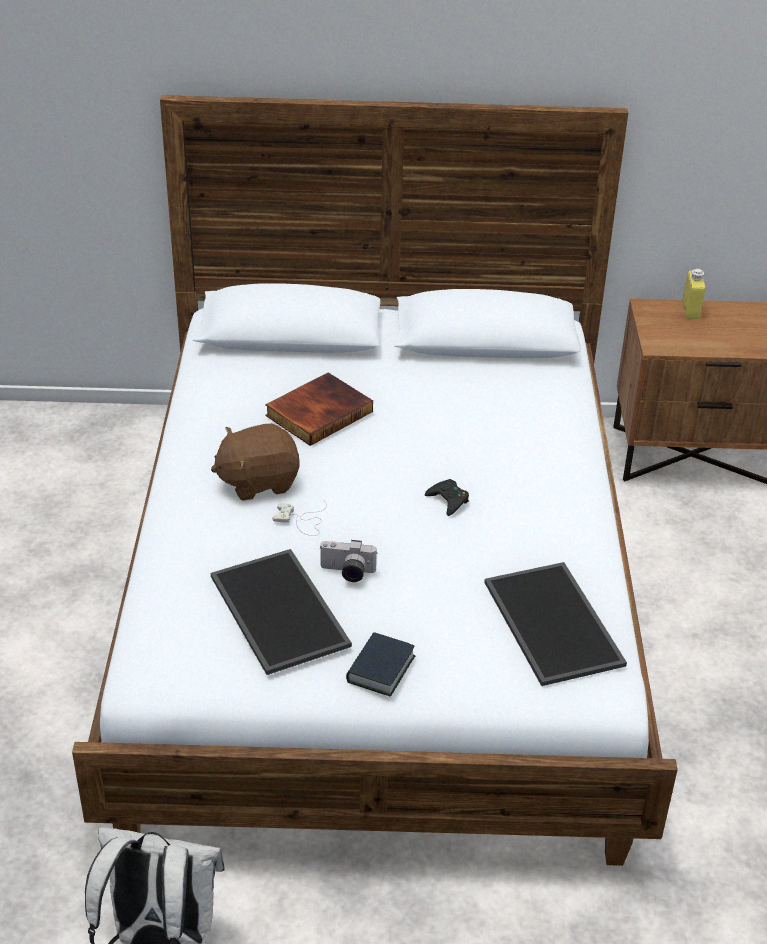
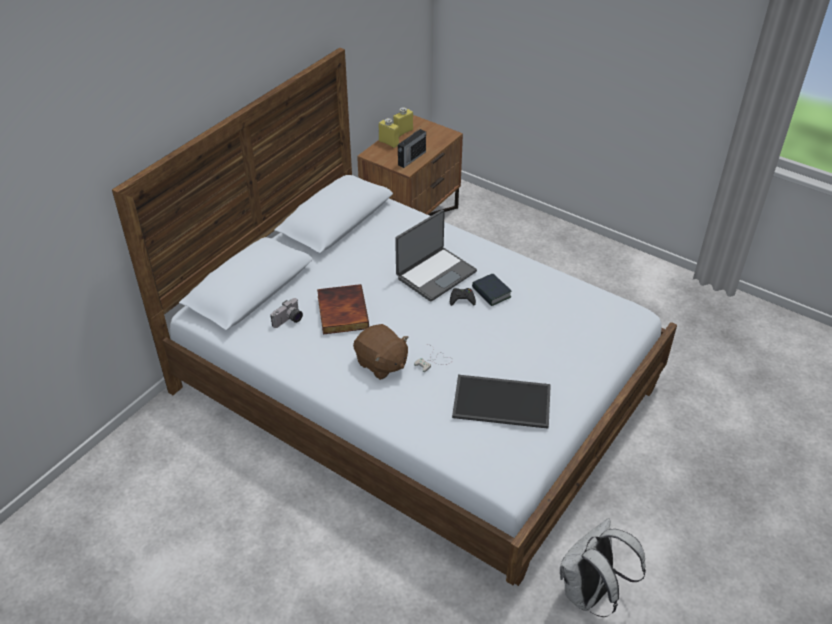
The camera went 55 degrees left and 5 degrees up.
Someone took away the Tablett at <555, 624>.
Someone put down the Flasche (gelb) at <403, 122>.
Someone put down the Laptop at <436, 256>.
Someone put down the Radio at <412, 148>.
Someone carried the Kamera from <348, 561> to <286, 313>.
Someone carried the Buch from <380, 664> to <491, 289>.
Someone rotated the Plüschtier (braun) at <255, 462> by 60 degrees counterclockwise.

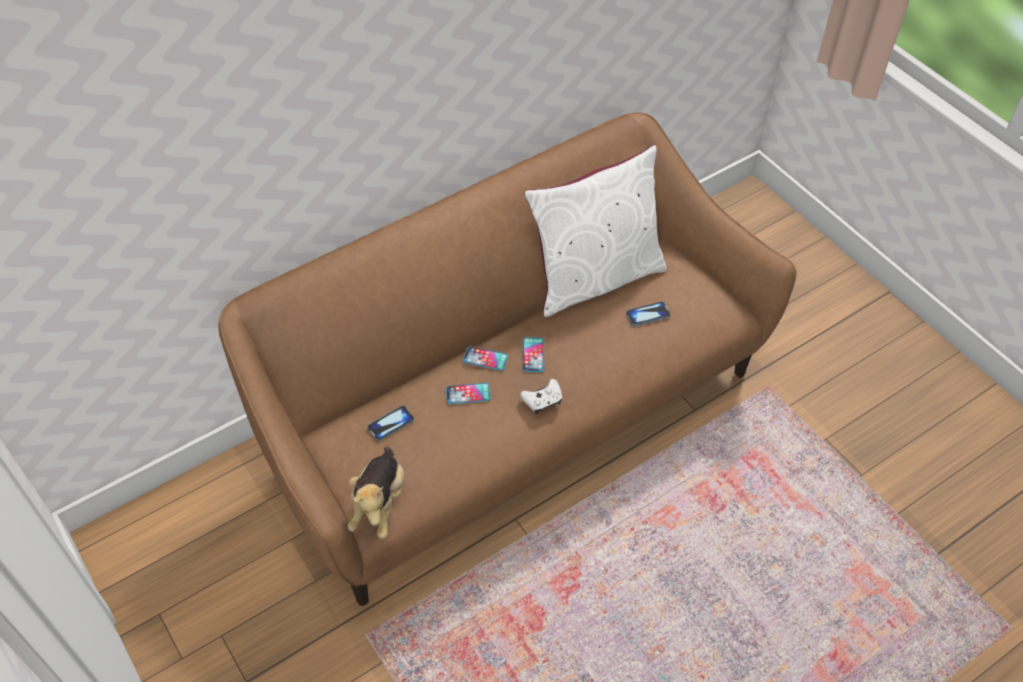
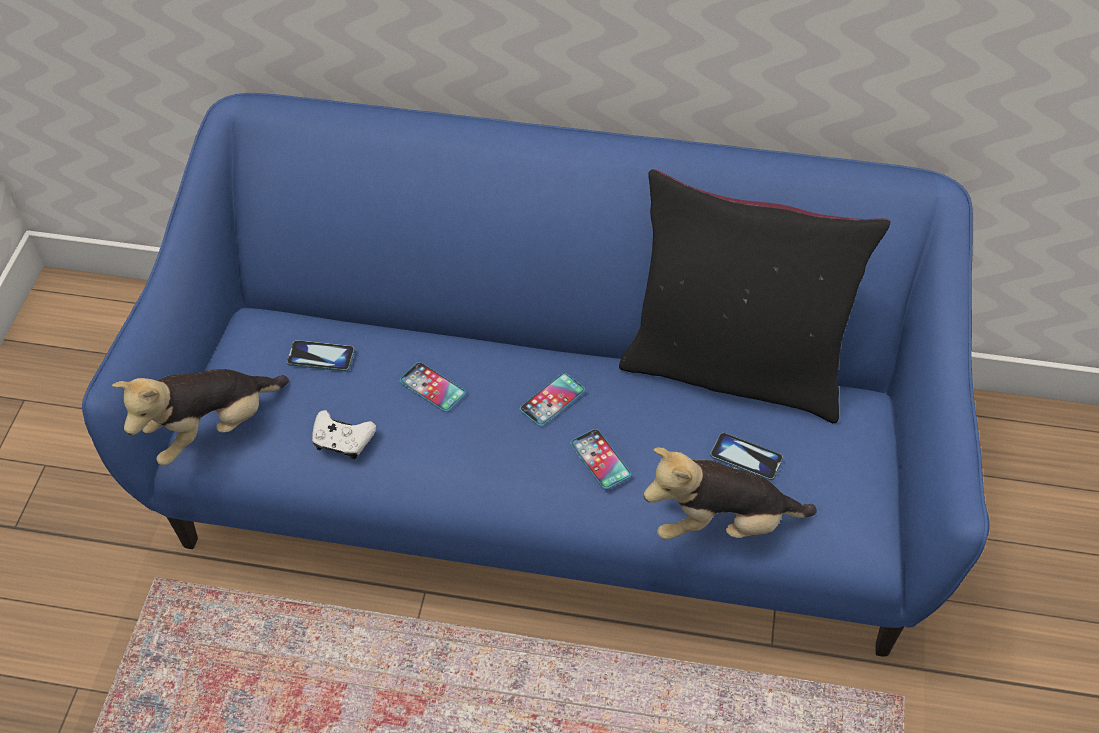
The camera went 45 degrees right and 0 degrees up.
Someone put down the Plüschtier at <730, 493>.
Someone carried the Handy from <485, 358> to <601, 459>.
Someone carried the Gamepad (weiß) from <541, 396> to <344, 434>.
Someone repainted the Sofa (braun) at <507, 359>, which became the Sofa (blau) at <536, 375>.
Someone repainted the Kissen (weiß) at <595, 231>, which became the Kissen (schwarz) at <754, 296>.

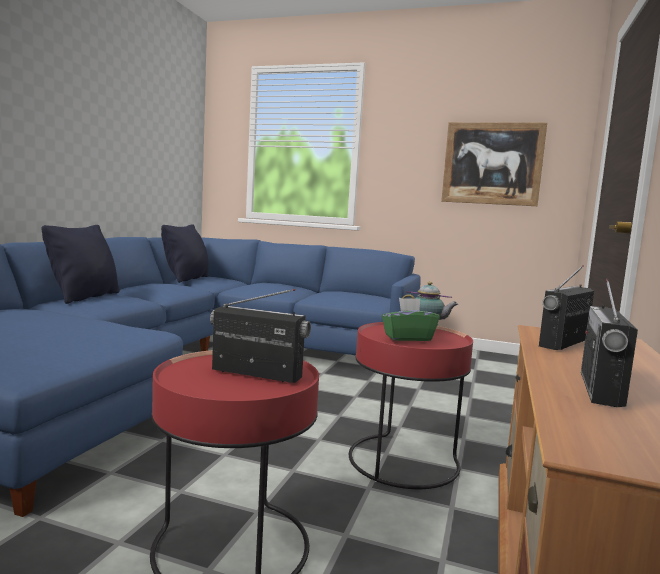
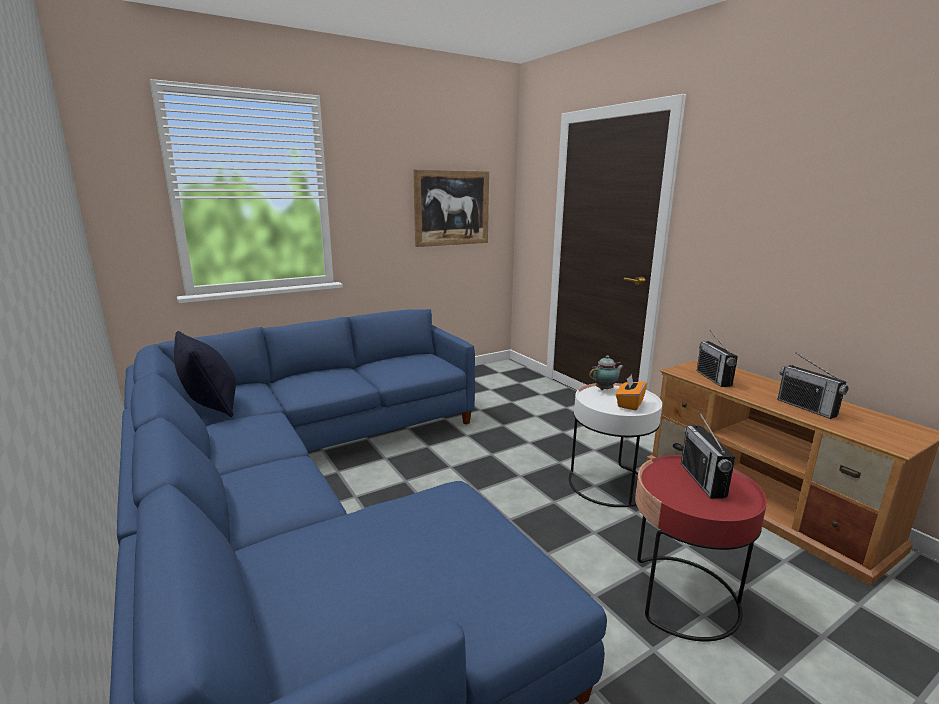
The camera went 50 degrees left and 10 degrees up.
Someone took away the Kissen (schwarz) at <81, 264>.
Someone repainted the Beistelltisch (rot) at <411, 405>, which became the Beistelltisch (weiß) at <615, 445>.
Someone repainted the Taschentuchbox (grün) at <411, 319>, which became the Taschentuchbox (orange) at <631, 392>.
Someone rotated the Radio at <260, 336> by 60 degrees counterclockwise.

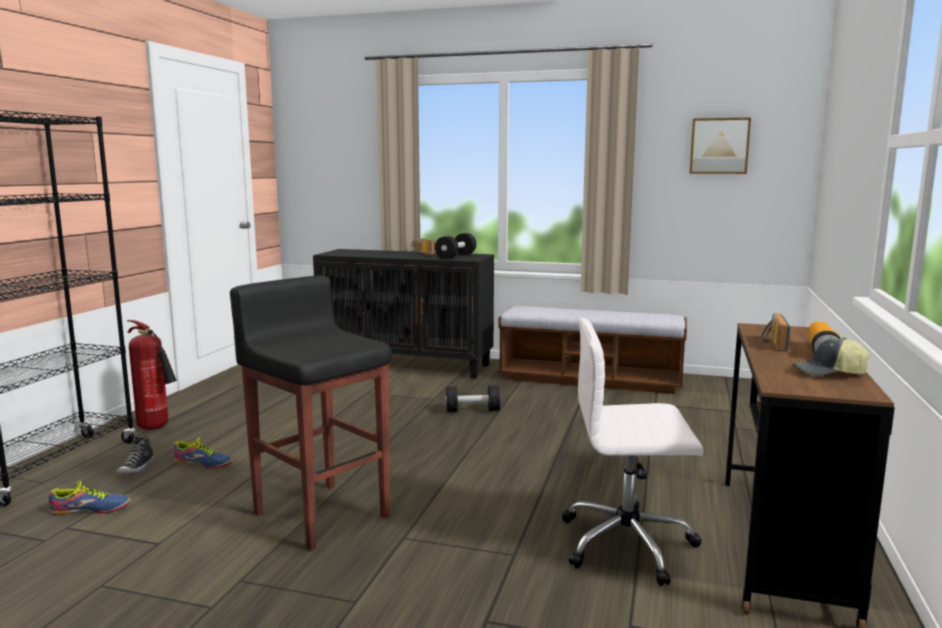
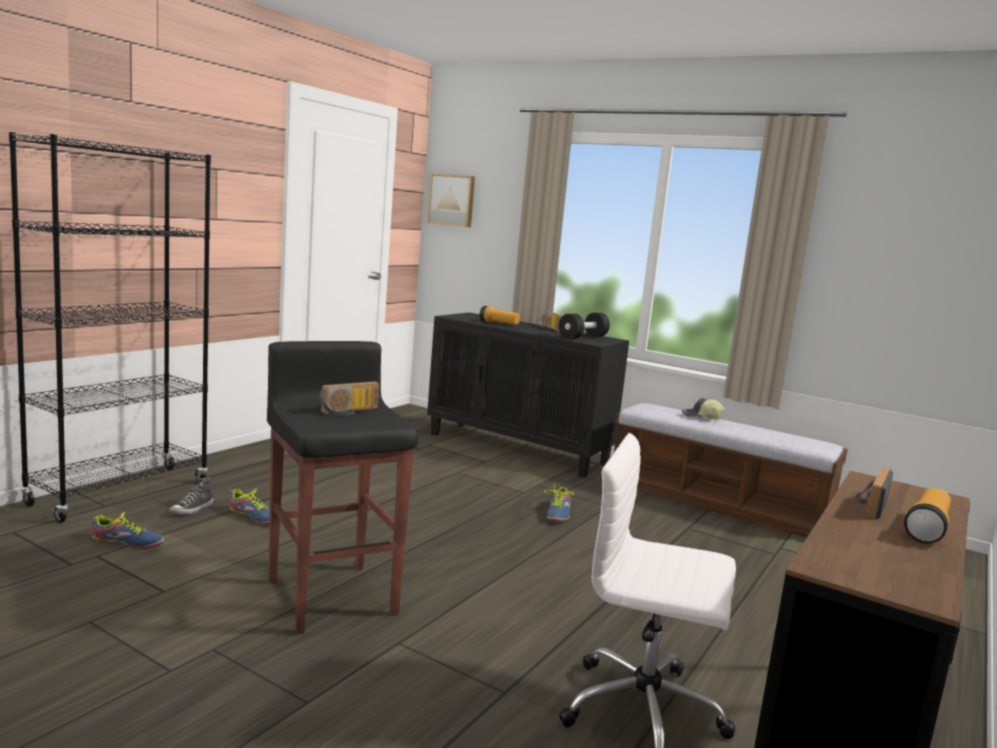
The camera went 15 degrees right and 0 degrees up.
Someone took away the Feuerlöscher at <152, 375>.
Someone put down the Radio at <349, 398>.
Someone put down the Taschenlampe at <500, 315>.
Someone carried the Bild from <720, 145> to <451, 200>.
Someone carried the Kappe from <831, 356> to <703, 409>.
Someone swapped the Hantel (schwarz) at <473, 398> for the Schuh at <559, 503>.

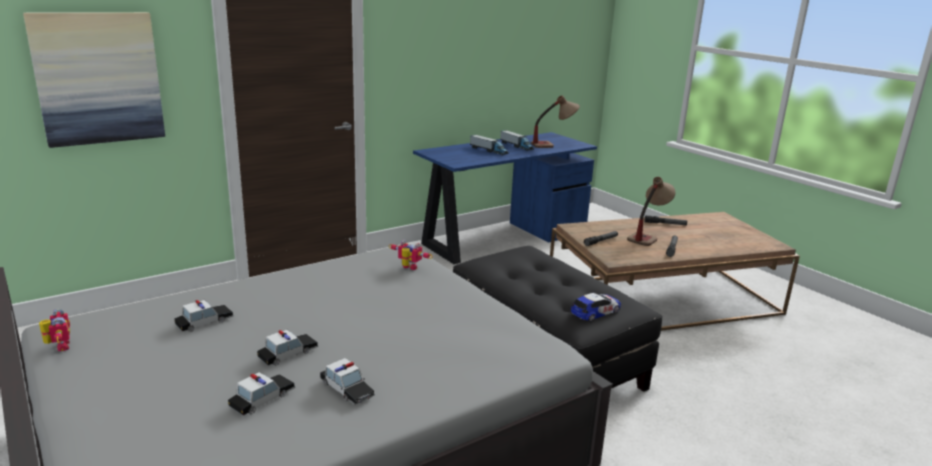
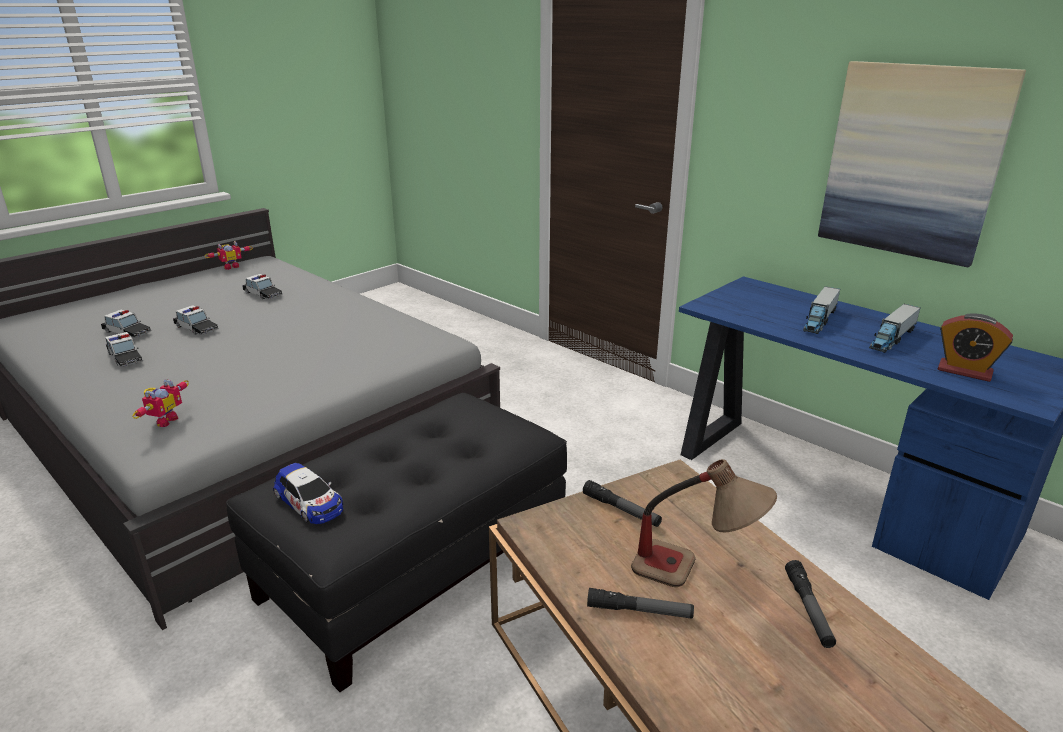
The camera went 80 degrees right and 5 degrees up.
Someone carried the Bild from <94, 80> to <922, 164>.
Someone carried the Spielzeugroboter from <411, 255> to <160, 403>.
Someone swapped the Tischlampe at <555, 121> for the Wecker at <975, 347>.
Someone rotated the Spielzeugauto at <347, 381> by 75 degrees counterclockwise.

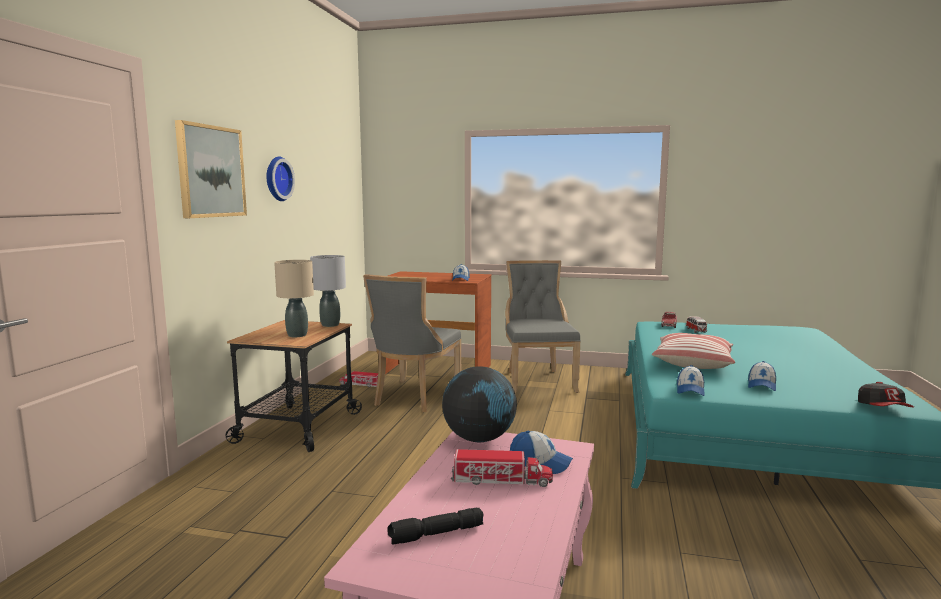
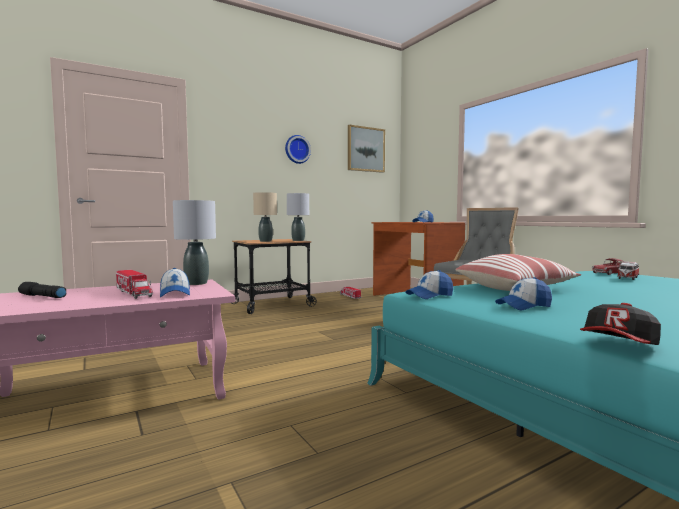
The camera went 45 degrees right and 5 degrees down.
Someone took away the Stuhl (grau) at <412, 343>.
Someone carried the Bild from <211, 169> to <366, 149>.
Someone swapped the Globus at <479, 404> for the Tischlampe (grau) at <194, 242>.

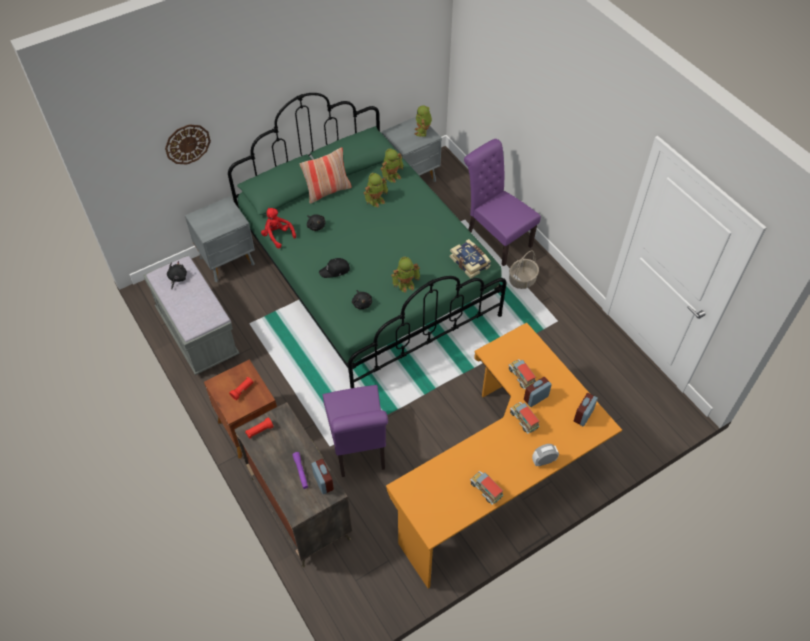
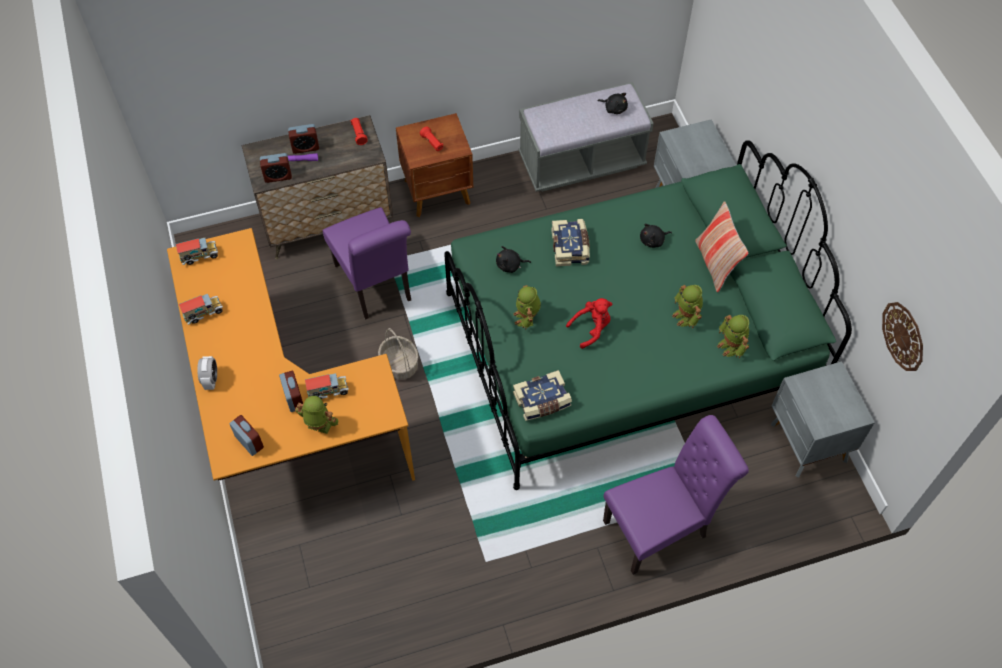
The camera went 105 degrees right and 5 degrees up.
Someone put down the Wecker at <303, 139>.
Someone carried the Wanduhr from <188, 144> to <902, 336>.
Someone carried the Plüschtier (rot) from <278, 228> to <589, 323>.
Someone carried the Spielzeugroboter from <423, 121> to <316, 415>.
Someone carried the Korb from <524, 269> to <398, 354>.
Someone carried the Spielzeuglaster from <525, 418> to <197, 251>.
Someone swapped the Kappe (schwarz) at <334, 268> for the Buch at <570, 242>.
Someone rotated the Stuhl (lila) at <355, 431> by 120 degrees counterclockwise.

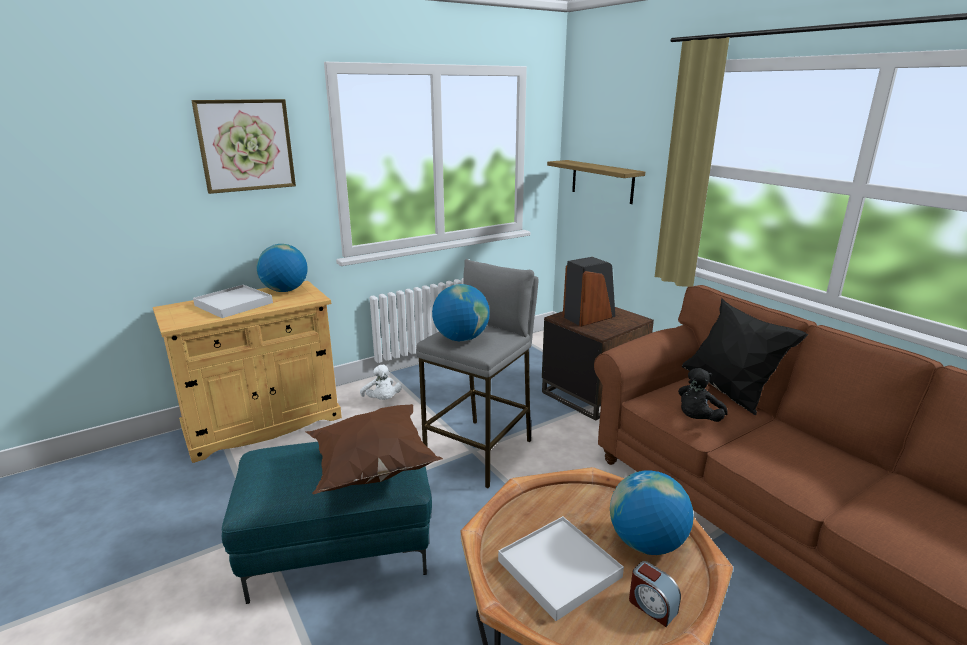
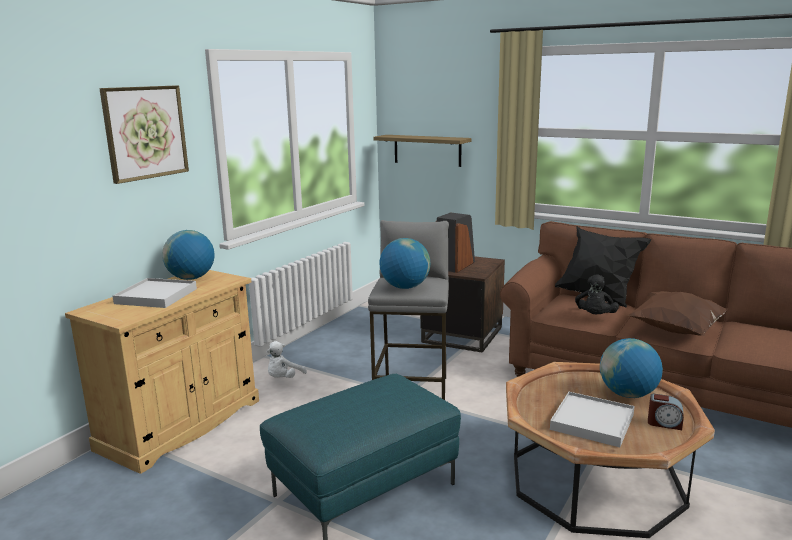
The camera went 25 degrees left and 5 degrees down.
Someone carried the Kissen (braun) from <374, 449> to <676, 313>.
Someone rotated the Plüschtier (weiß) at <381, 382> by 90 degrees clockwise.

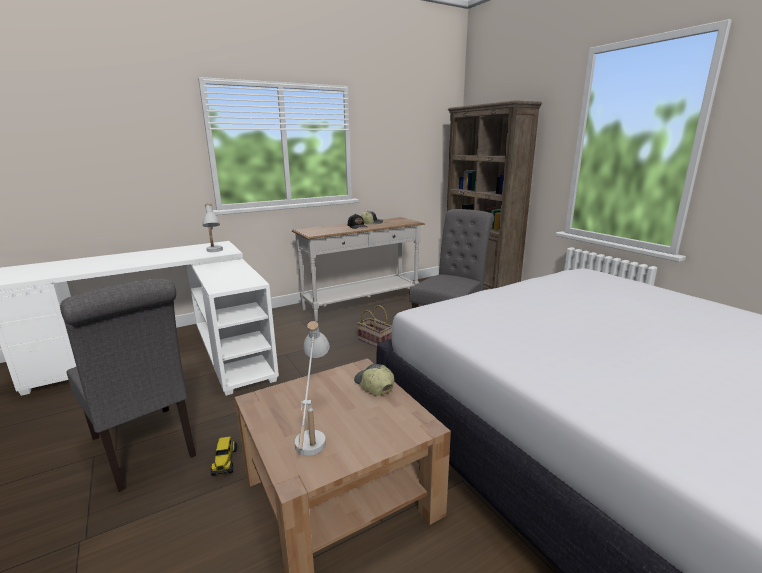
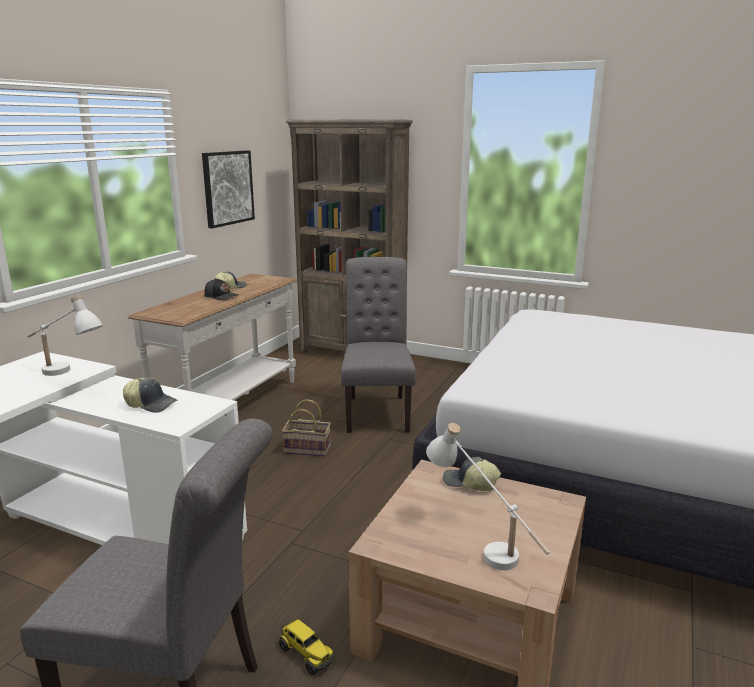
The camera went 35 degrees left and 0 degrees up.
Someone put down the Kappe at <150, 395>.
Someone put up the Bild at <228, 189>.

